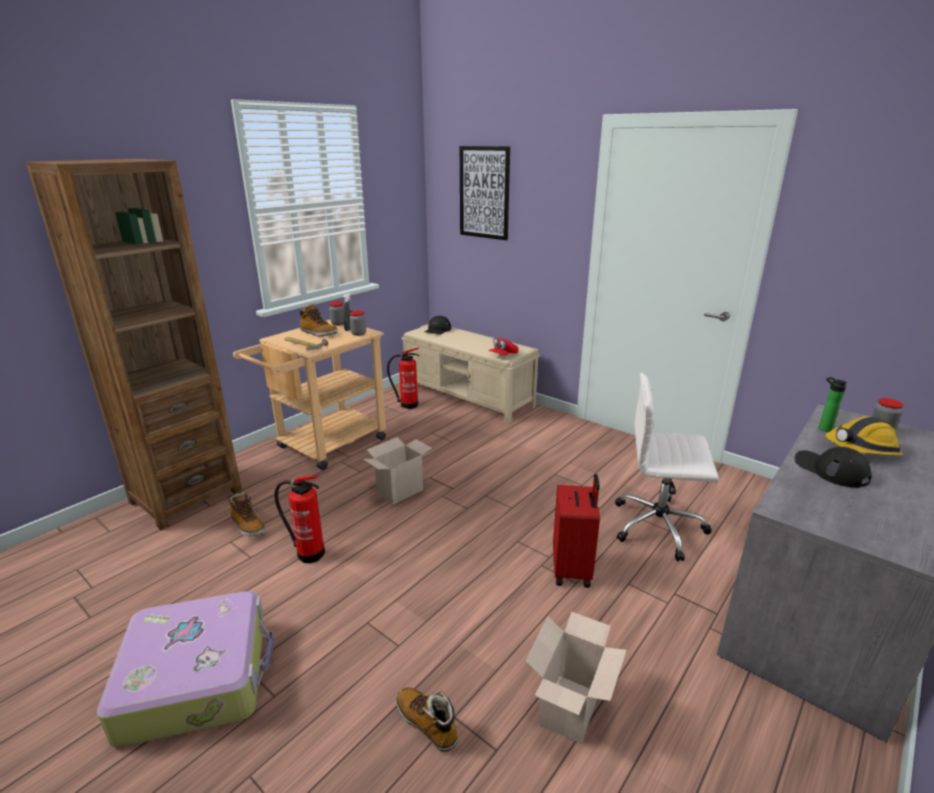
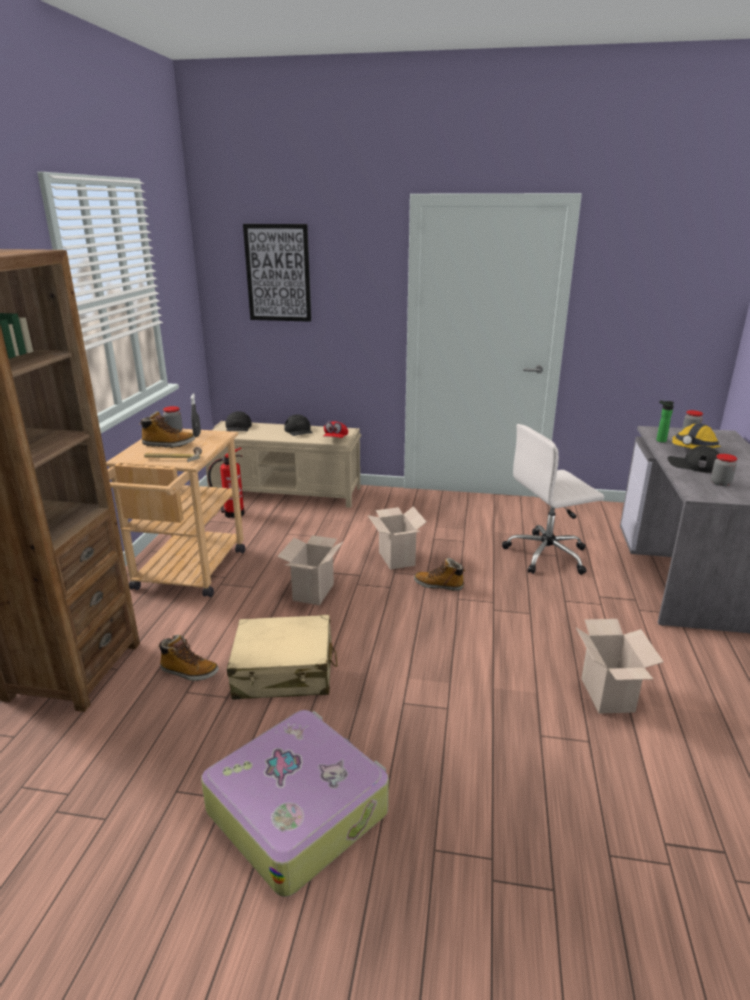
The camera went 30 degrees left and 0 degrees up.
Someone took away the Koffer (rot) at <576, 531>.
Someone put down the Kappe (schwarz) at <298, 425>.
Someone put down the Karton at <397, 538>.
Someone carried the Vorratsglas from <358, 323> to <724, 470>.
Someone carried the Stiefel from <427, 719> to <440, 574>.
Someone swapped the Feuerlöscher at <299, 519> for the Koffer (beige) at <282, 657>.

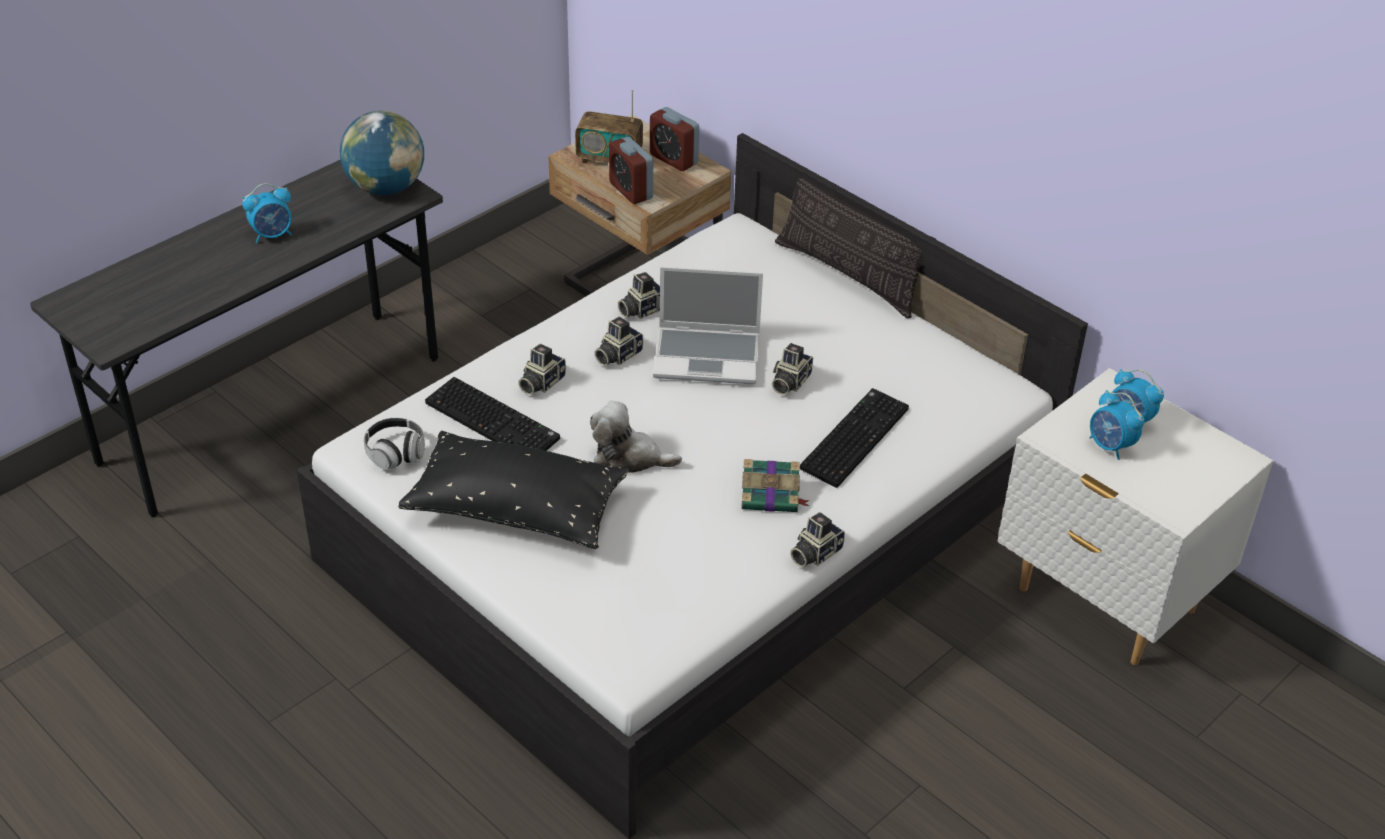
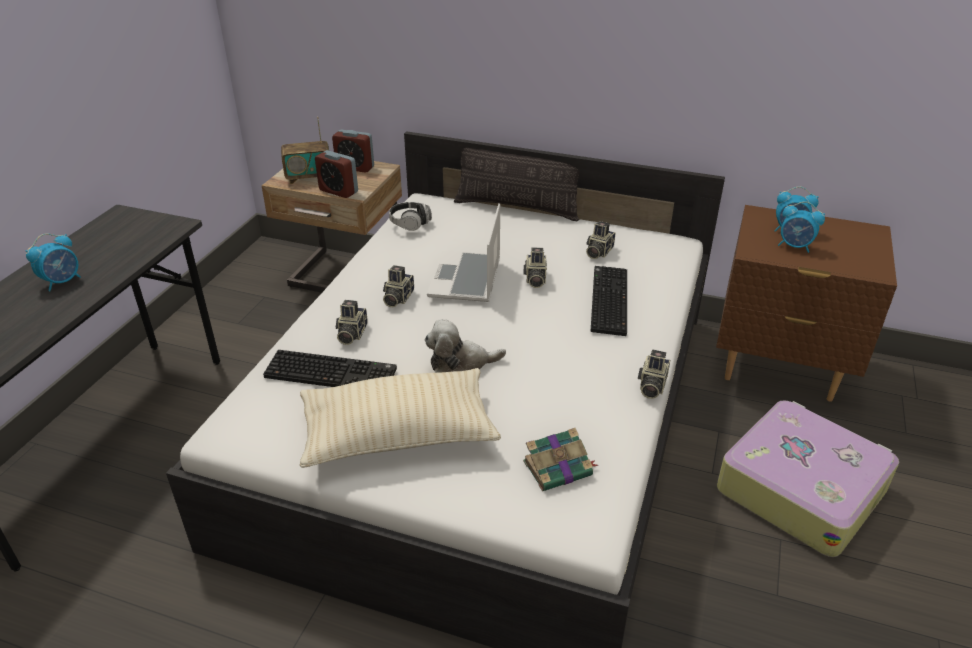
The camera went 25 degrees left and 5 degrees down.
Someone took away the Globus at <382, 153>.
Someone put down the Koffer at <808, 478>.
Someone carried the Kopfhörer from <394, 444> to <410, 216>.
Someone carried the Kamera from <639, 295> to <600, 240>.
Someone carried the Buch from <775, 485> to <560, 459>.
Someone repainted the Kissen (schwarz) at <513, 490>, which became the Kissen (beige) at <400, 418>.
Someone repainted the Nachttisch (weiß) at <1136, 517>, which became the Nachttisch (braun) at <806, 303>.
Someone rotated the Laptop at <708, 325> by 120 degrees clockwise.

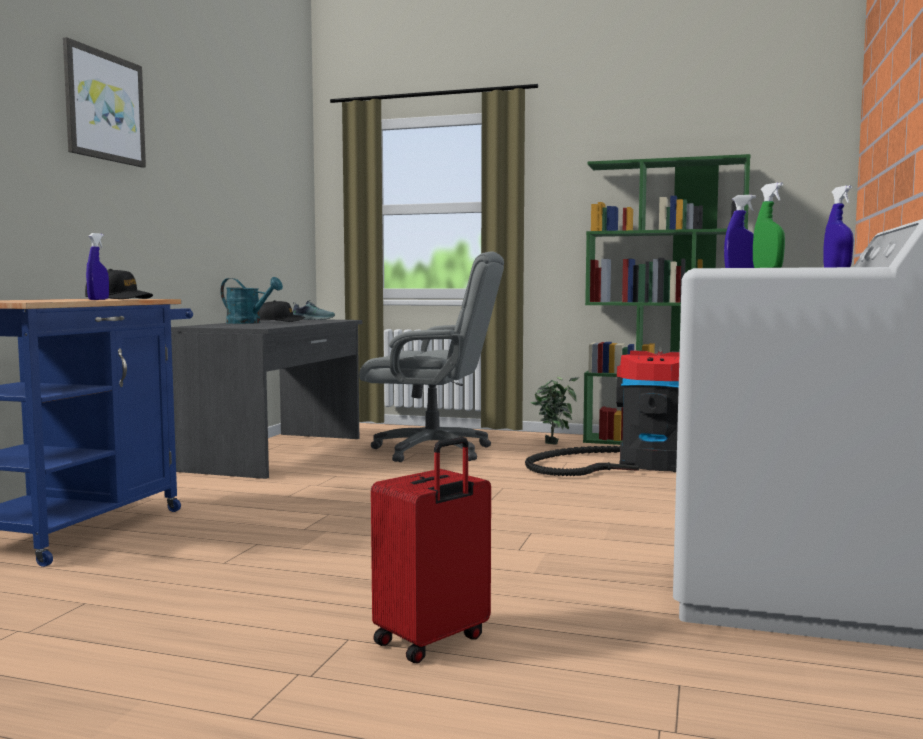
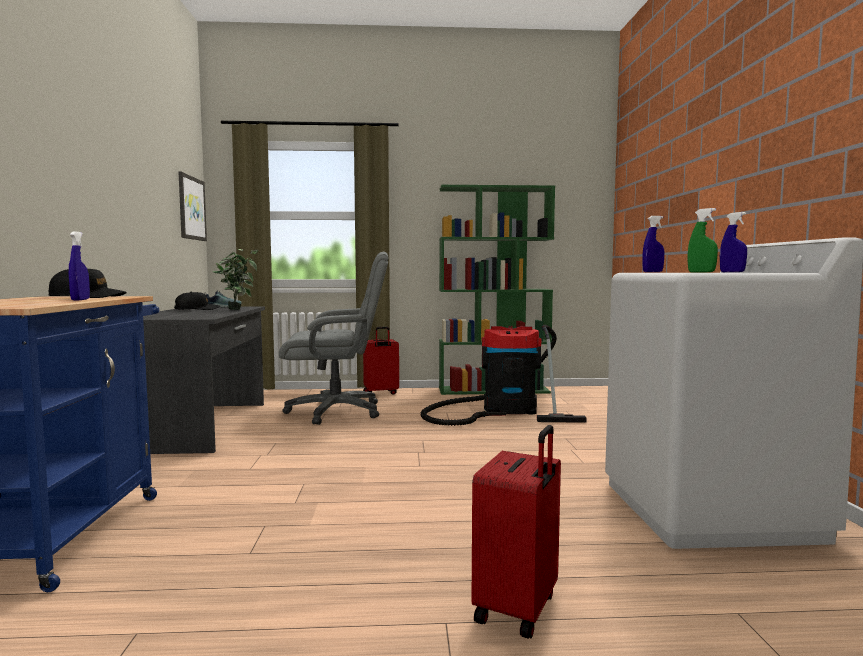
The camera went 20 degrees left and 0 degrees up.
Someone took away the Gießkanne (türkis) at <251, 300>.
Someone put down the Koffer (rot) at <381, 361>.
Someone carried the Bild from <104, 102> to <192, 206>.
Someone carried the Topfpflanze from <554, 410> to <236, 279>.

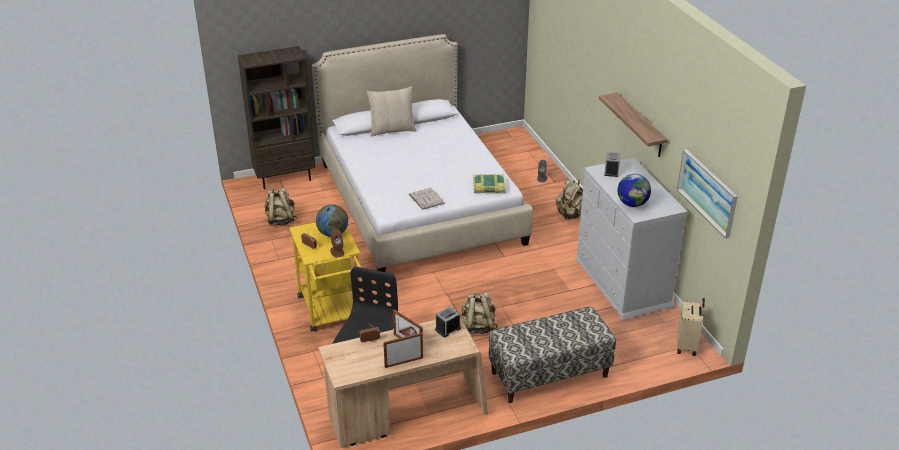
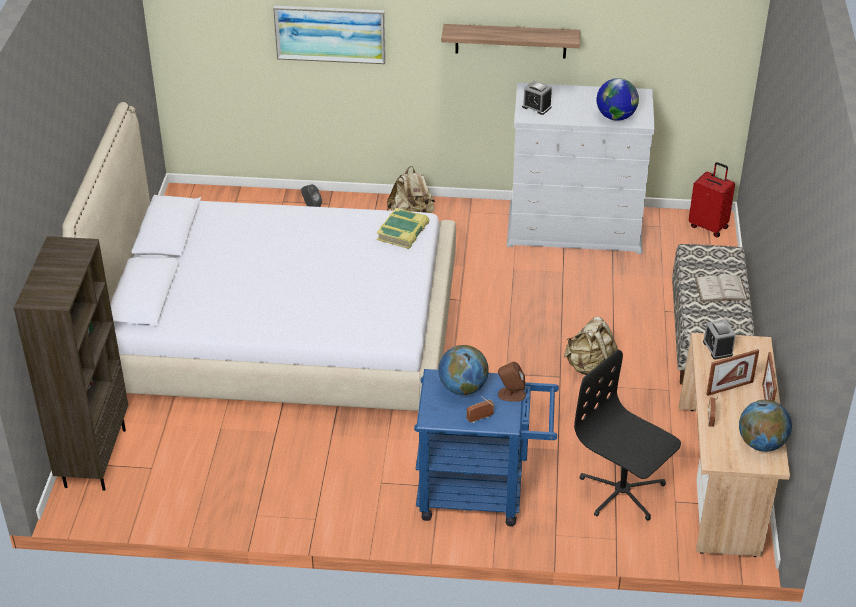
The camera went 65 degrees left and 5 degrees up.
Someone took away the Rucksack (beige) at <281, 207>.
Someone took away the Kissen (beige) at <391, 111>.
Someone put down the Globus at <765, 426>.
Someone carried the Buch (weiß) from <427, 199> to <721, 288>.
Someone carried the Bild from <707, 194> to <329, 35>.
Someone repainted the Rollwagen (gelb) at <325, 277>, which became the Rollwagen (blau) at <486, 447>.
Someone repainted the Koffer (beige) at <691, 327>, which became the Koffer (rot) at <712, 200>.

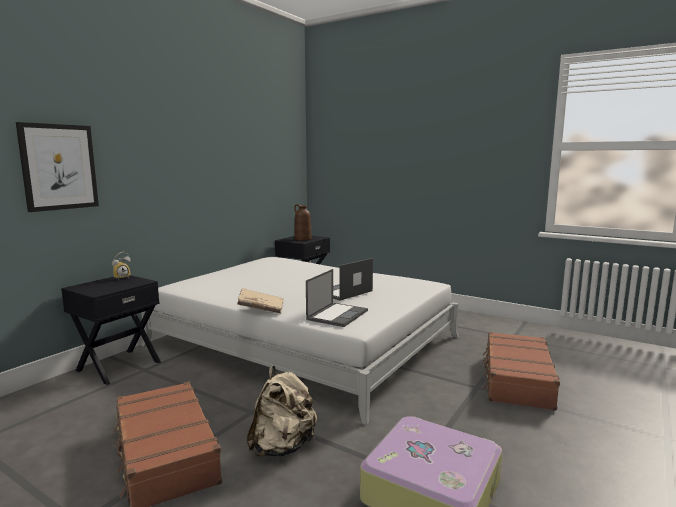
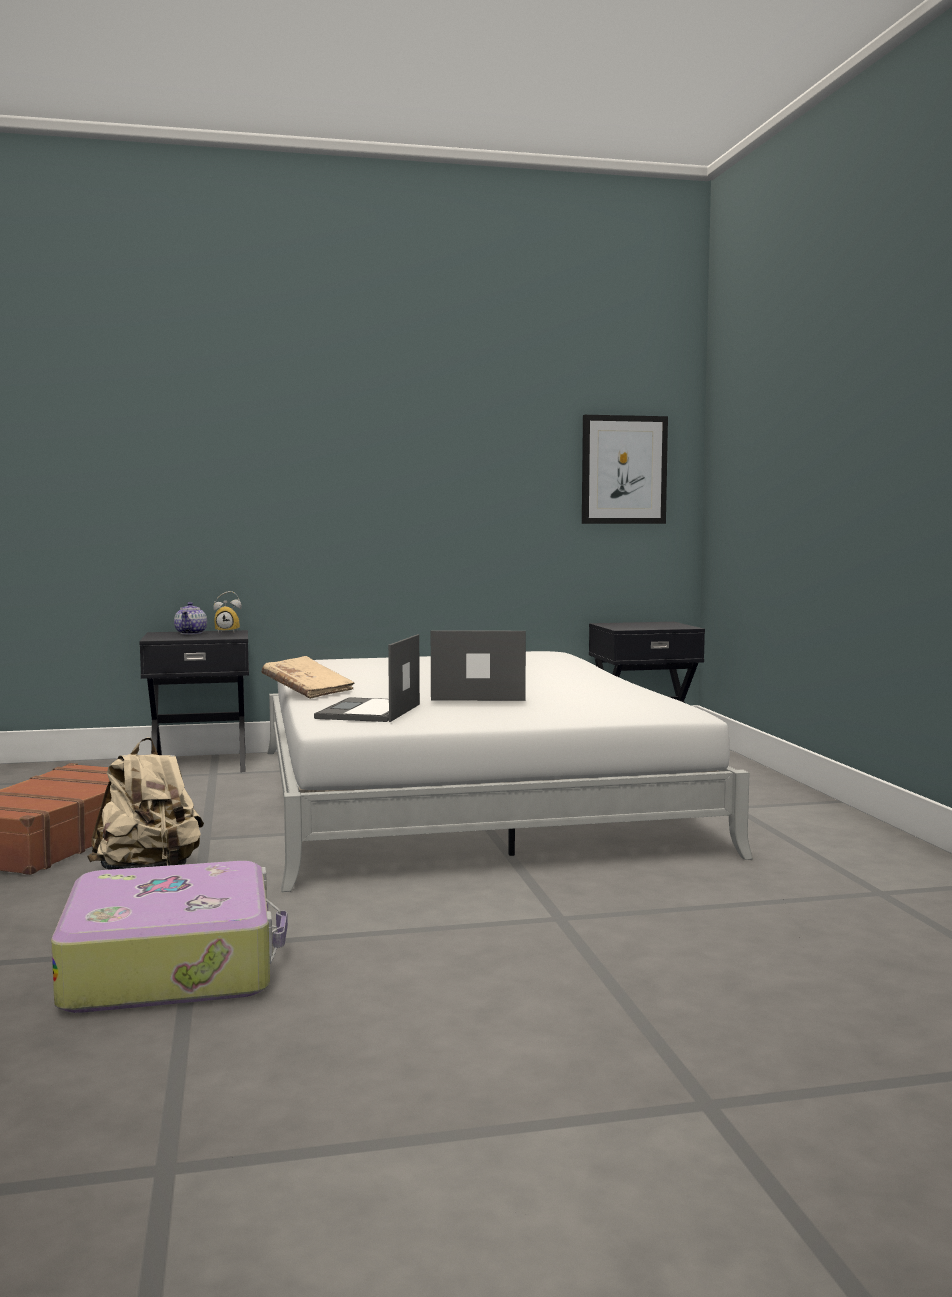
The camera went 45 degrees right and 5 degrees down.
Someone took away the Vase (braun) at <303, 222>.
Someone took away the Koffer (braun) at <521, 371>.
Someone put down the Teekanne at <190, 618>.
Someone carried the Bild from <57, 167> to <625, 469>.
Someone rotated the Laptop at <337, 298> by 120 degrees clockwise.

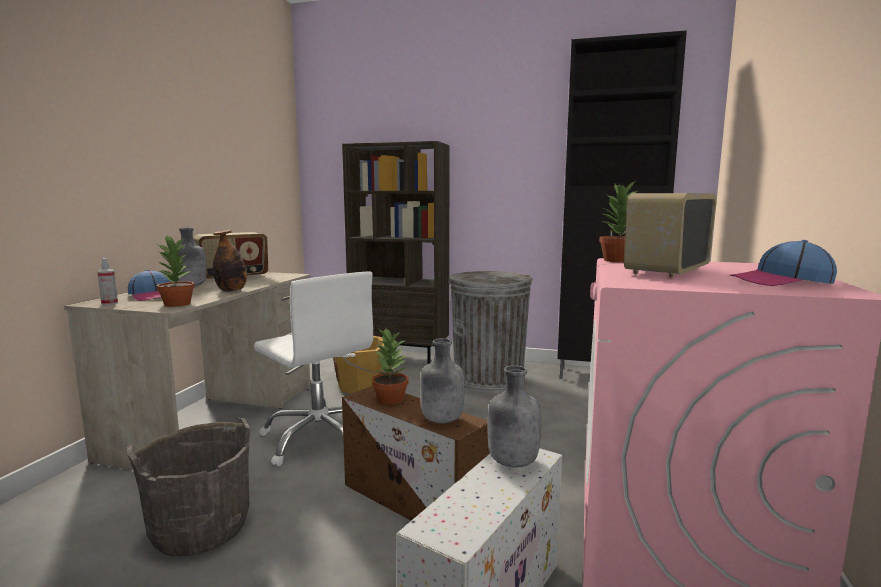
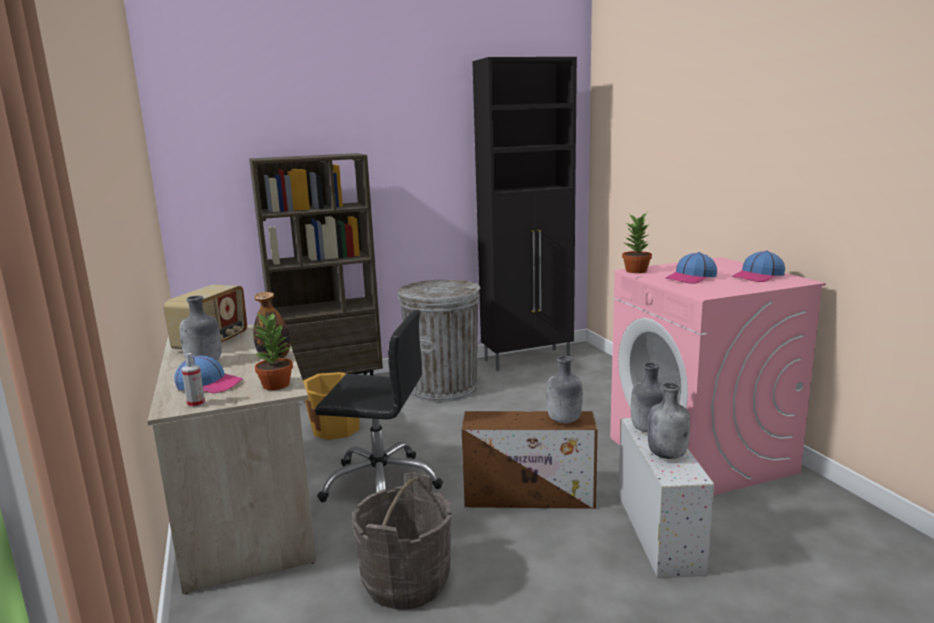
The camera went 35 degrees left and 5 degrees up.
Someone took away the Topfpflanze at <390, 367>.
Someone put down the Flasche (grau) at <669, 421>.
Someone swapped the Radio at <670, 235> for the Kappe at <691, 267>.
Someone repainted the Bürostuhl (weiß) at <313, 369>, which became the Bürostuhl (schwarz) at <379, 406>.

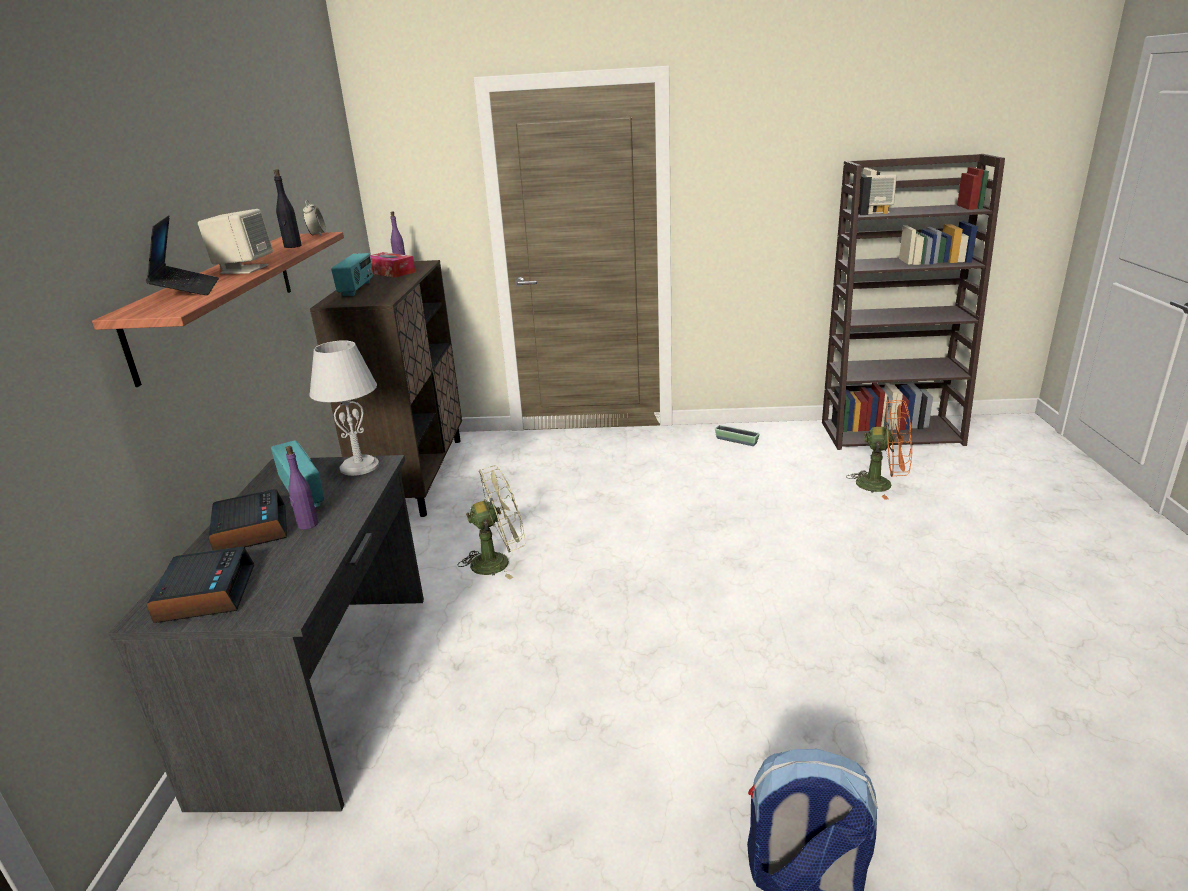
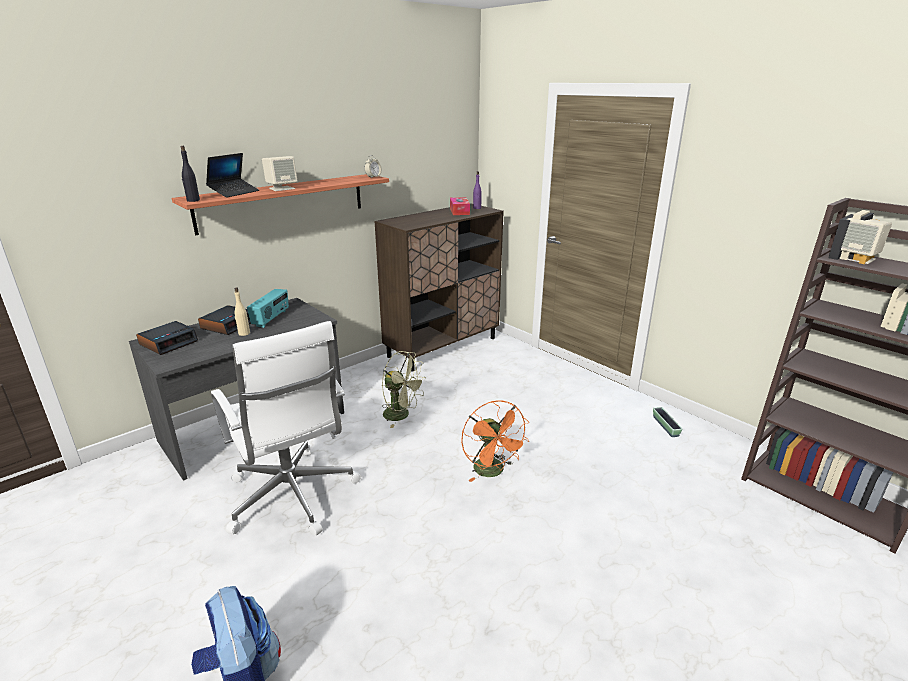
The camera went 45 degrees right and 0 degrees up.
Someone took away the Tischlampe (grau) at <344, 408>.
Someone took away the Radio at <352, 274>.
Someone put down the Bürostuhl (weiß) at <286, 428>.
Someone carried the Flasche (schwarz) from <288, 208> to <190, 174>.
Someone carried the Ventilator (orange) from <879, 450> to <495, 441>.
Someone repainted the Flasche (lila) at <302, 488>, which became the Flasche (beige) at <242, 311>.

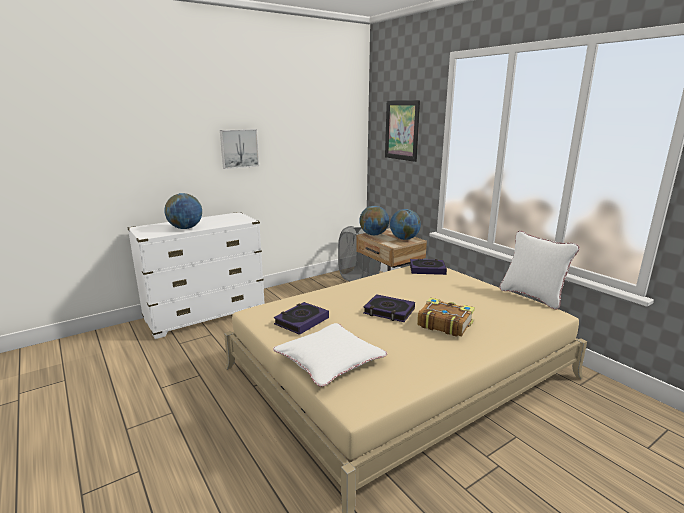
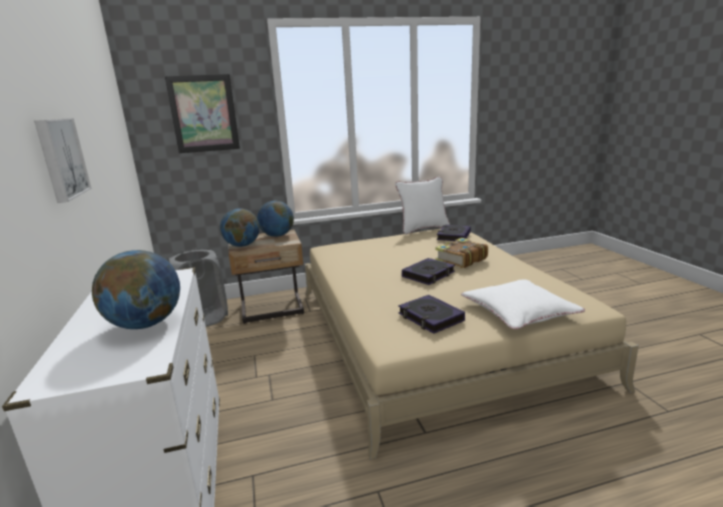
The camera went 70 degrees left and 0 degrees up.
Someone carried the Buch from <428, 267> to <454, 233>.

